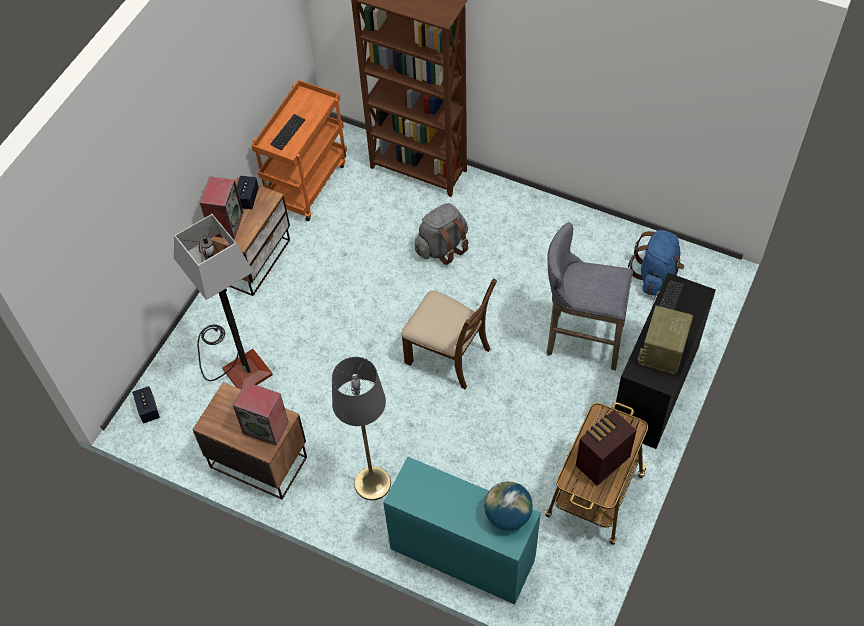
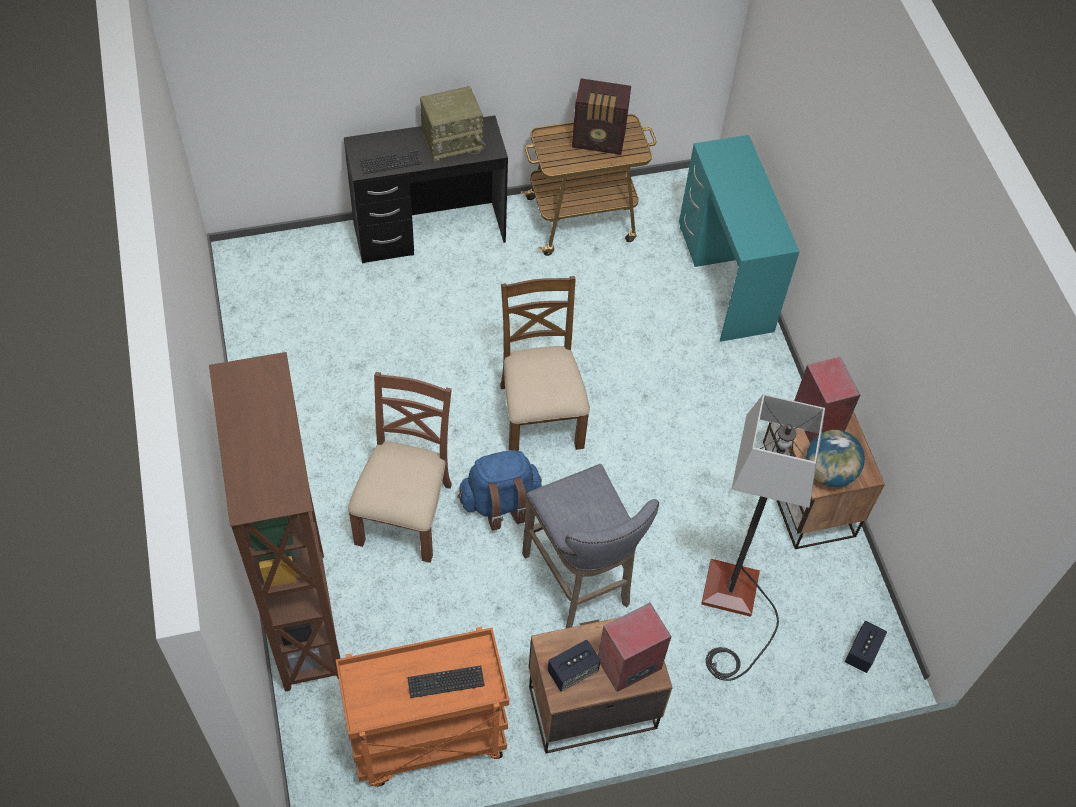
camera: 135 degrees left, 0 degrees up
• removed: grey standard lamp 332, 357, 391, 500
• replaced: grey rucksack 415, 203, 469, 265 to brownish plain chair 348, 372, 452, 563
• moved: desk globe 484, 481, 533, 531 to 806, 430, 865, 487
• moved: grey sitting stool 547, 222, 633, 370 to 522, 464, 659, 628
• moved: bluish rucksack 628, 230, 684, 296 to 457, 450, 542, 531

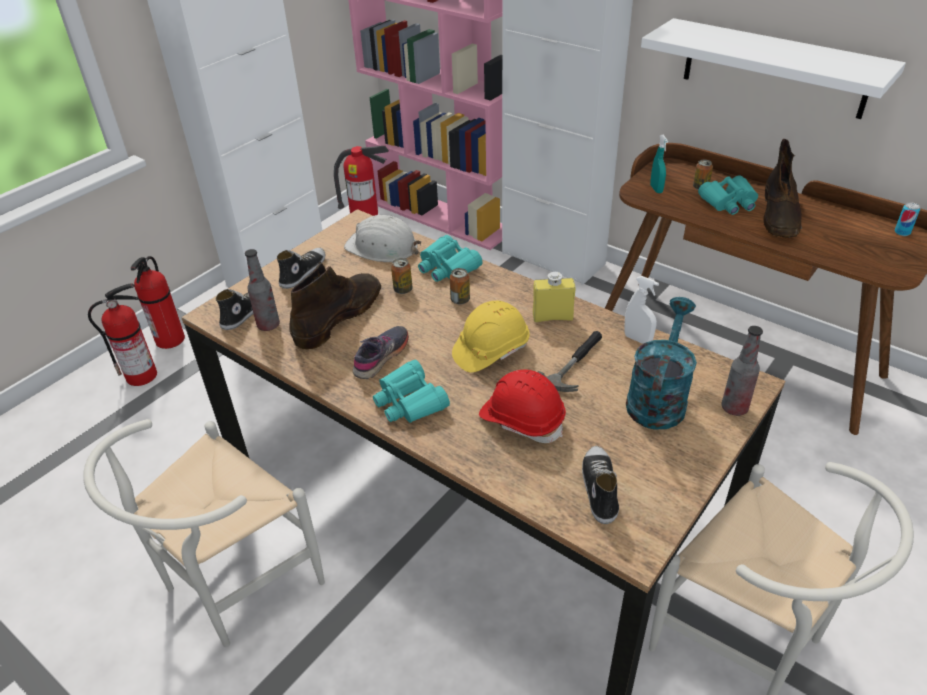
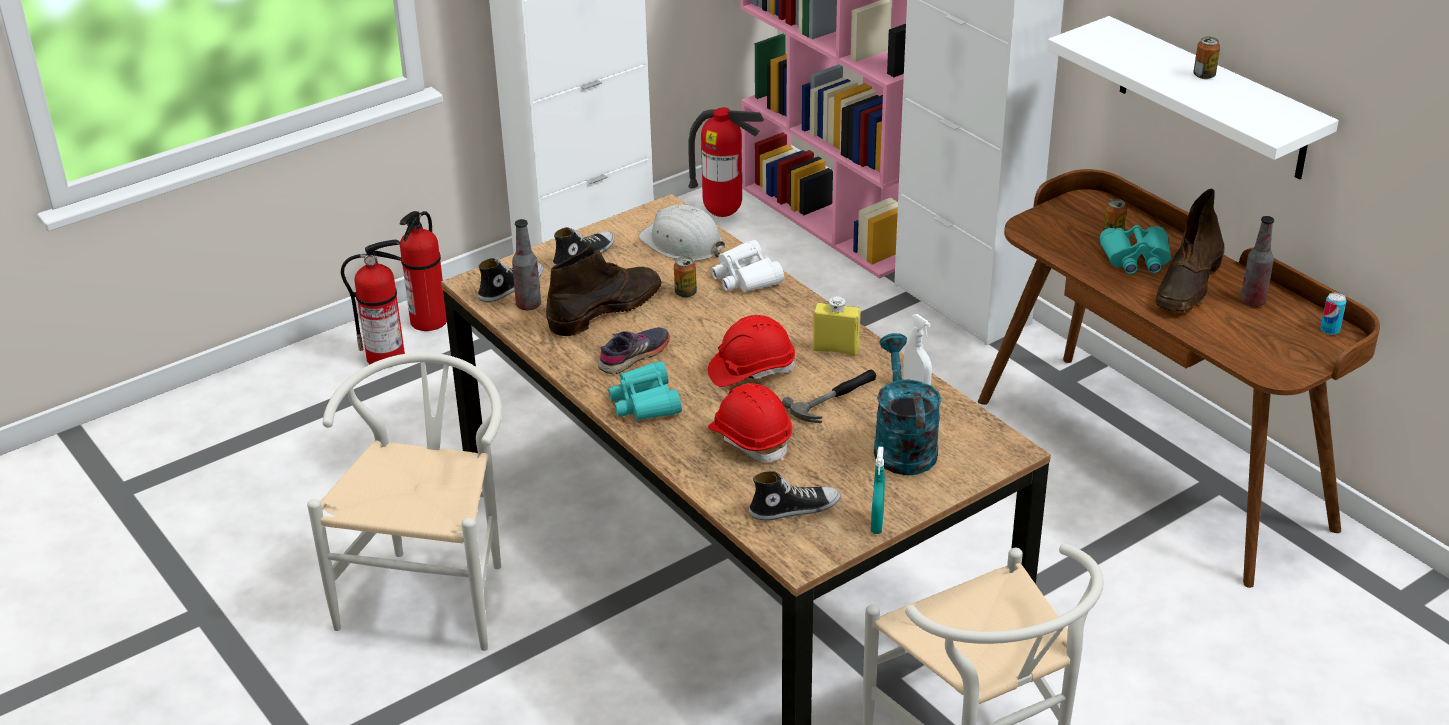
camera: 15 degrees right, 5 degrees down
• turned: white plain chair 83, 419, 325, 647 = 307, 352, 502, 651 135 degrees clockwise
• recoloured: blue-green field glasses 418, 235, 483, 282 to white field glasses 711, 240, 784, 292
• moved: can 450, 268, 470, 305 to 1193, 37, 1220, 79
• recoloured: yellow hard hat 452, 301, 530, 373 to reddish hard hat 708, 315, 795, 387
• turned: low shoe 582, 446, 619, 524 = 749, 471, 841, 521 60 degrees clockwise
• turned: blue-green watering pot 626, 297, 697, 430 = 874, 333, 941, 475 45 degrees counterclockwise
• moved: blue-green sprayer 650, 135, 668, 193 to 871, 447, 885, 534
• moved: bottle 721, 326, 763, 416 to 1240, 216, 1274, 307

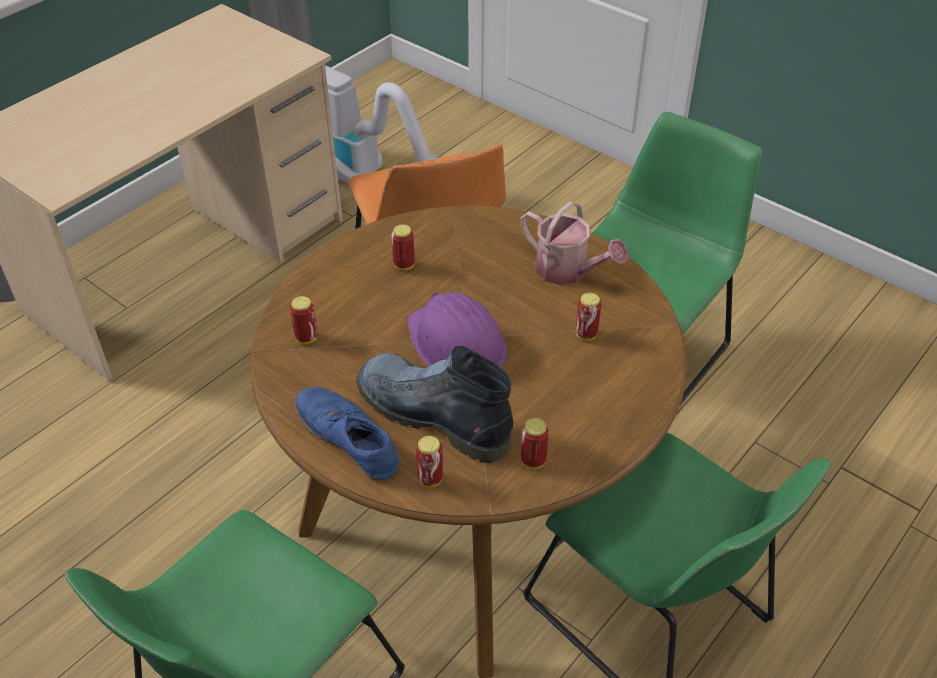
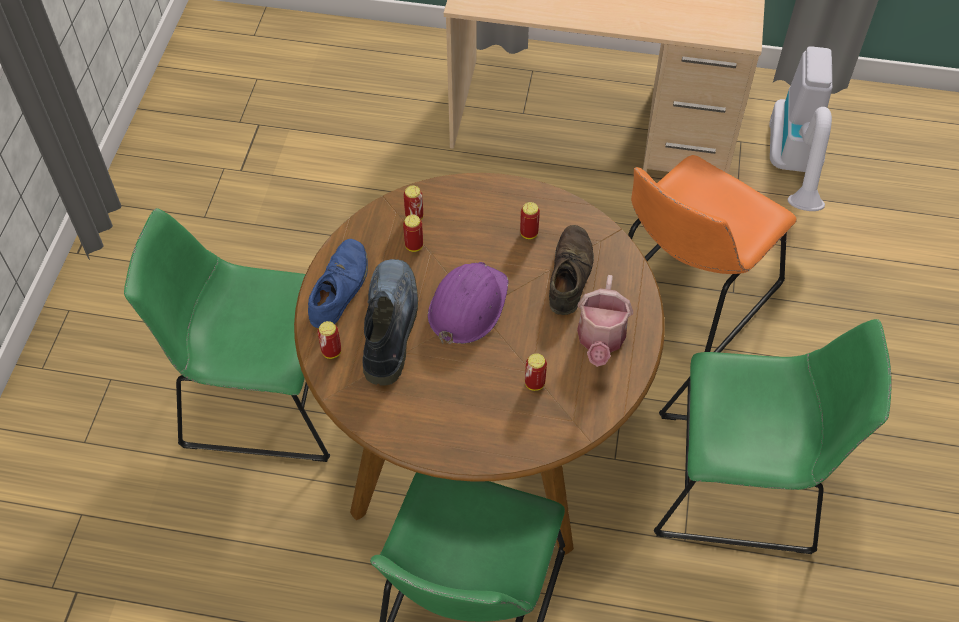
camera: 60 degrees right, 10 degrees up
• moved: can 521, 418, 549, 469 to 403, 214, 423, 252
• added: brownish low shoe 549, 225, 594, 315

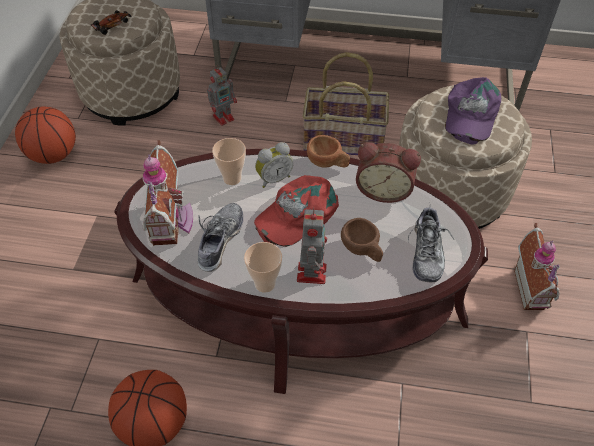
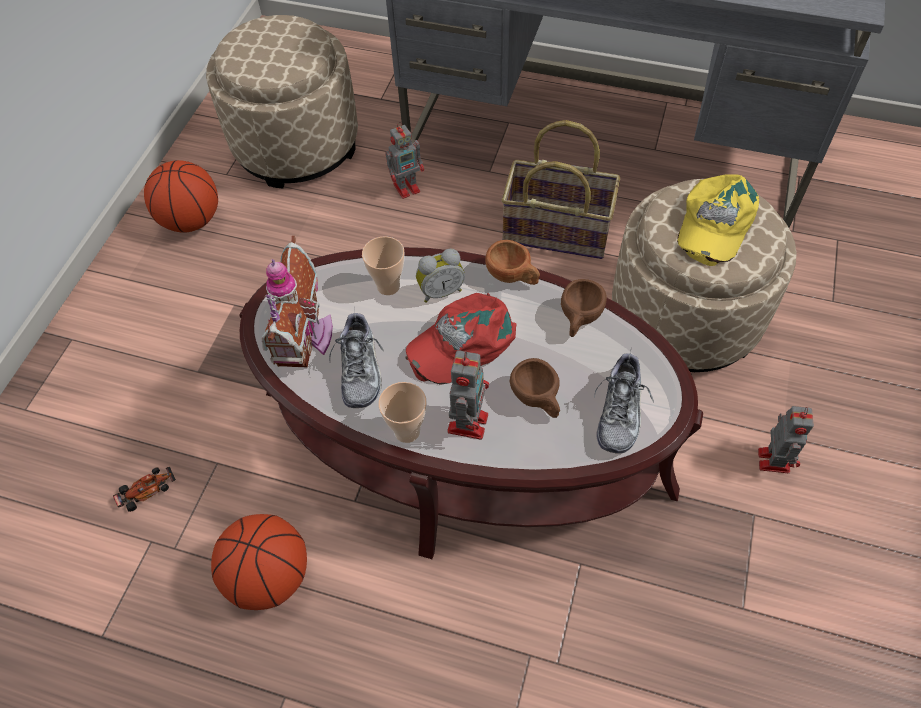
camera: 10 degrees right, 5 degrees up
• moved: toy car 91, 10, 132, 35 to 113, 467, 176, 512
• turned: low shoe 198, 203, 243, 272 = 329, 311, 384, 408 150 degrees clockwise
• replaced: table clock 356, 142, 421, 203 to brownish cup 561, 279, 607, 337
• recoloured: purple cap 445, 77, 501, 144 to yellow cap 677, 174, 759, 266
• replaced: model house 514, 223, 560, 310 to model robot 758, 406, 814, 473

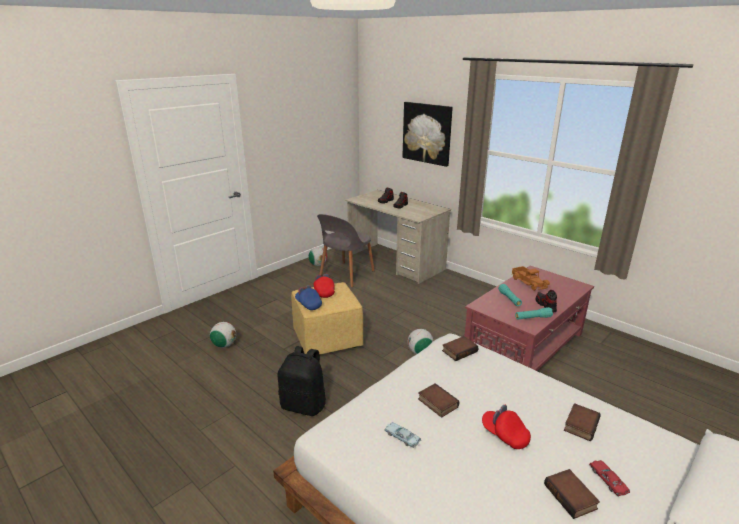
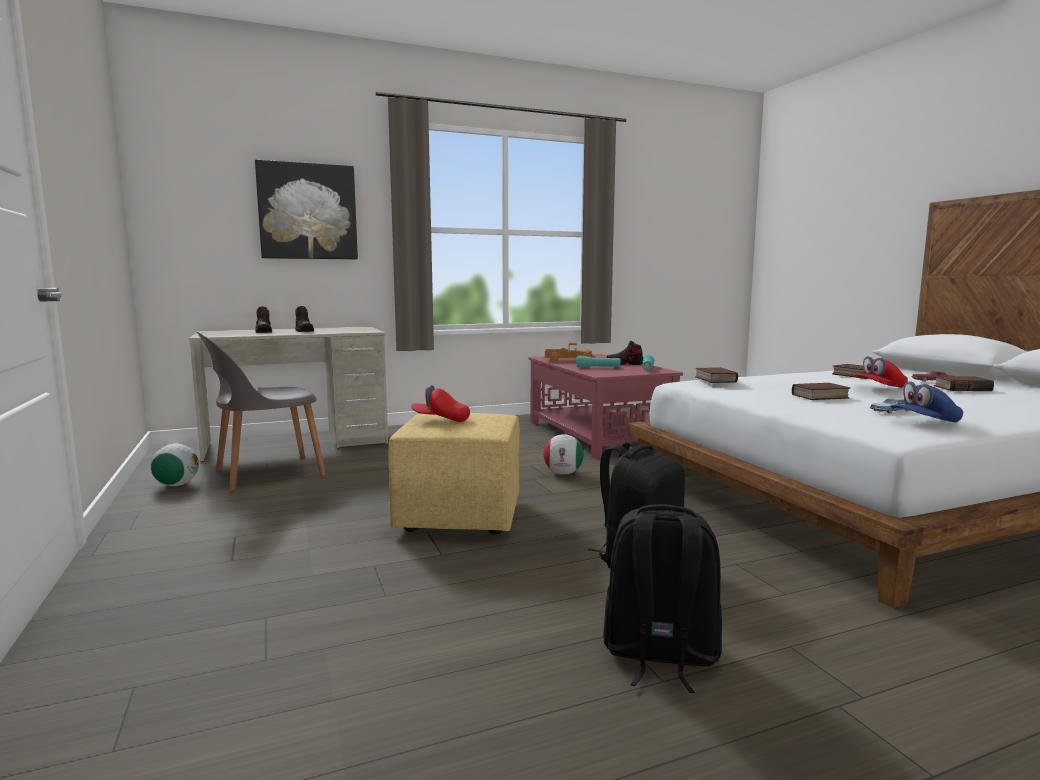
camera: 65 degrees left, 15 degrees down
• removed: football 210, 322, 236, 348
• moved: bluish cap 295, 285, 322, 310 to 890, 381, 963, 422
• turned: grey plain chair 317, 214, 375, 287 = 196, 331, 326, 492 90 degrees clockwise
• added: blackish rucksack 603, 504, 722, 693

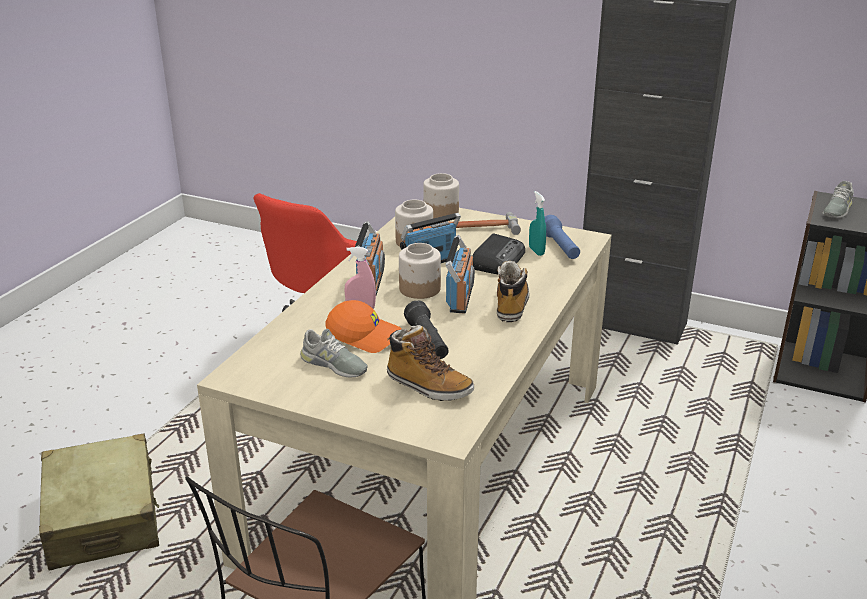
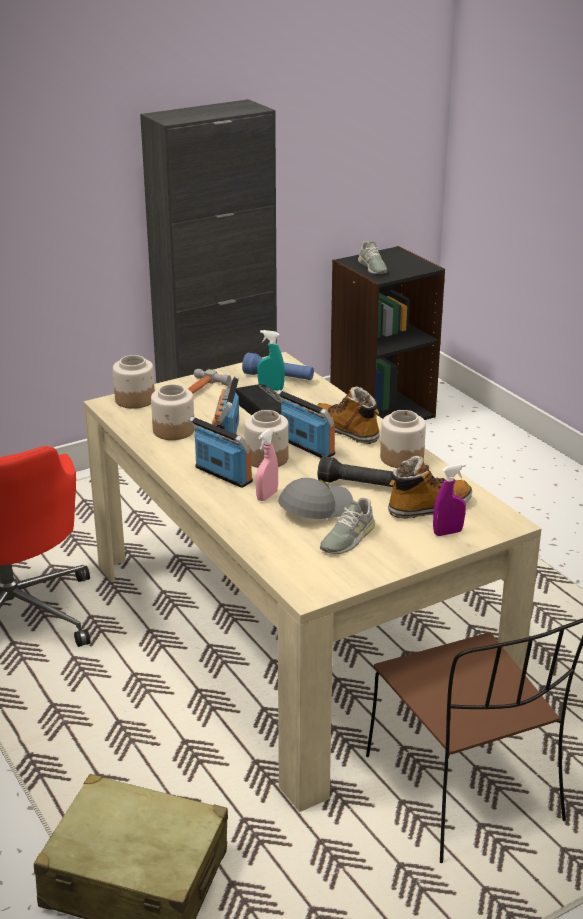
camera: 55 degrees left, 0 degrees up
• turned: grey low shoe 300, 329, 368, 377 = 320, 498, 375, 554 150 degrees clockwise
• recoloured: orange-coloured cap 325, 300, 401, 353 to grey cap 278, 478, 353, 519
• added: jar 380, 410, 426, 468
• added: purple sprayer 433, 463, 466, 536

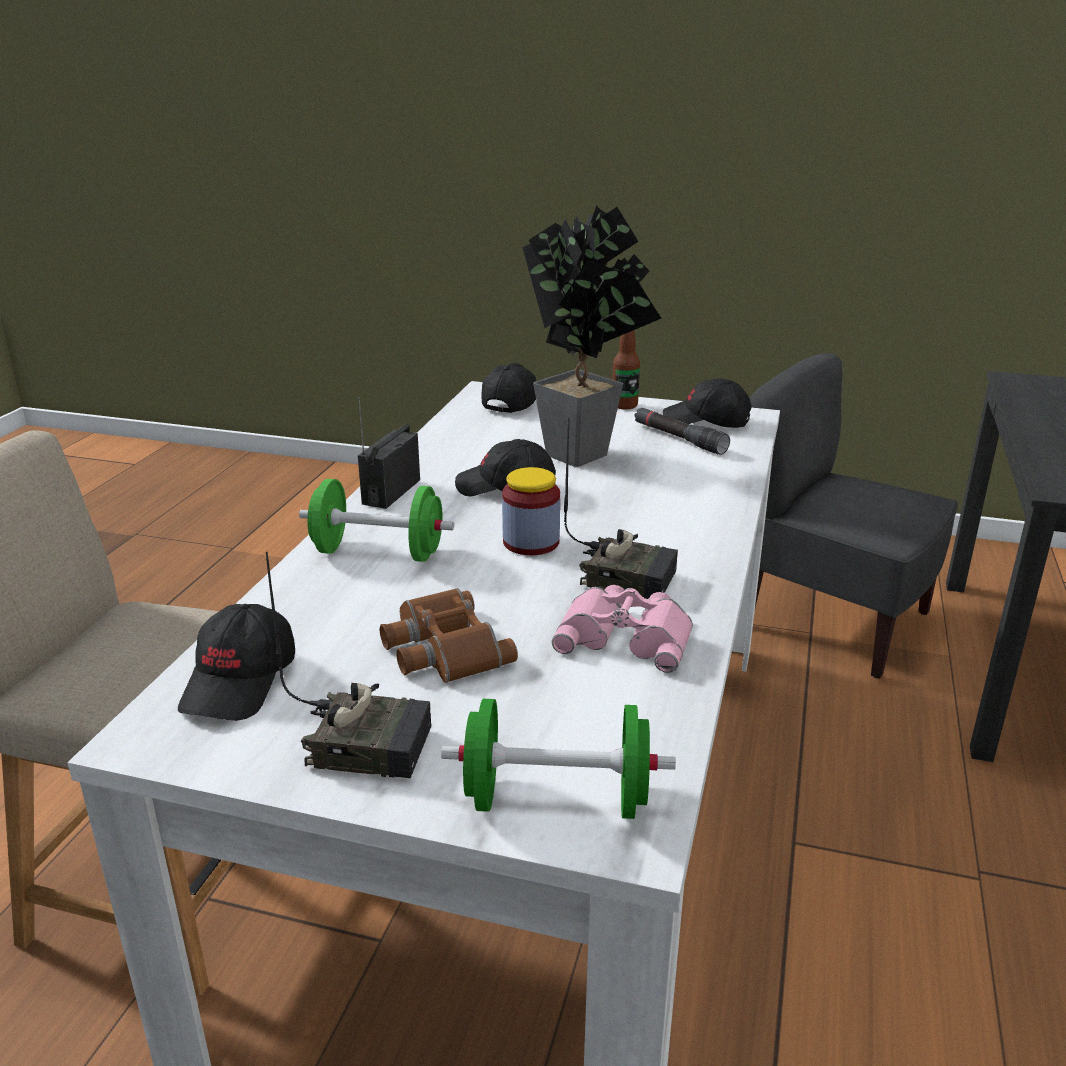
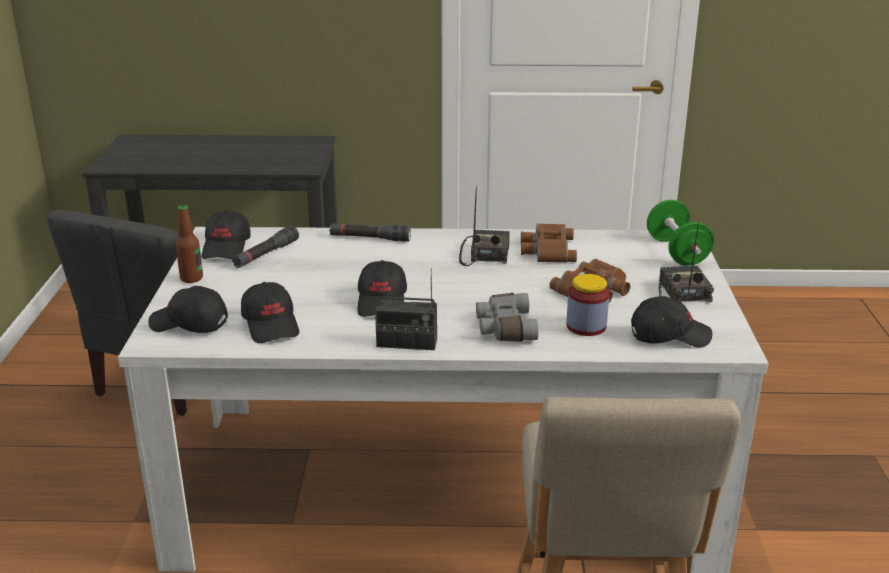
camera: 105 degrees left, 0 degrees up
• replaced: green-coloured dumbbell 299, 479, 454, 562 to grey field glasses 476, 293, 538, 342
• moved: jar 502, 467, 560, 555 to 566, 274, 609, 336
• removed: plant in a pot 522, 205, 662, 467
• recoloured: pink-coloured field glasses 552, 585, 693, 673 to brownish field glasses 521, 224, 577, 263
• added: blackish cap 241, 282, 299, 343
• added: blackish torch 329, 223, 411, 242

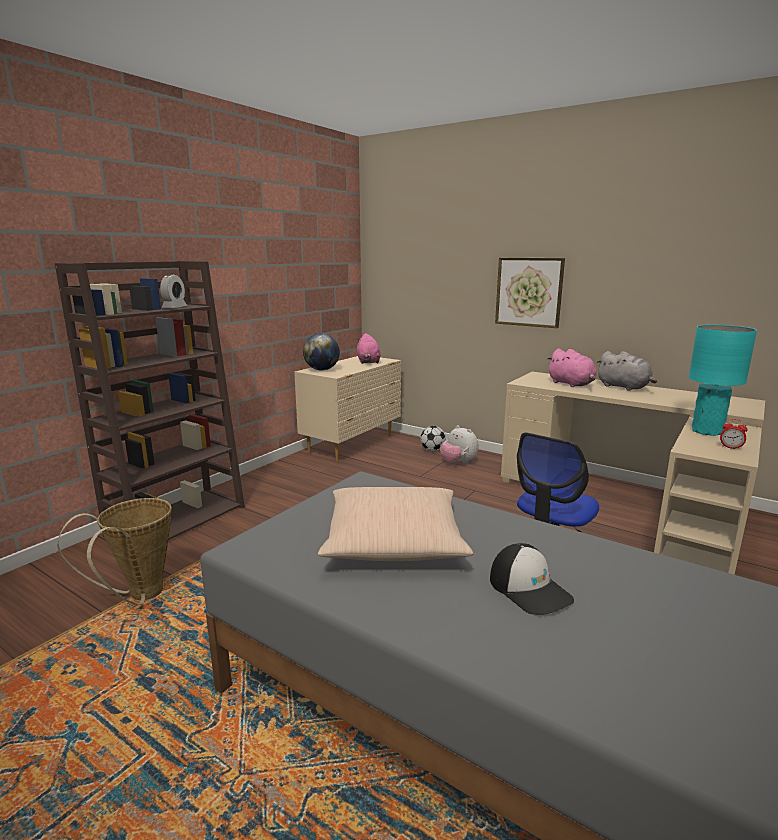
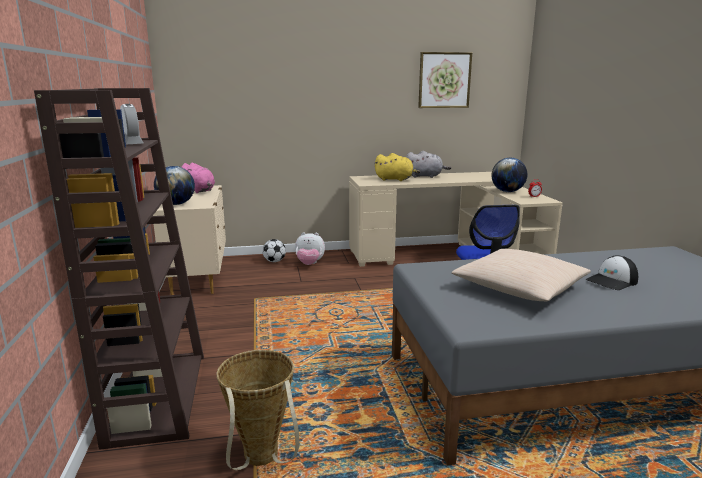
camera: 45 degrees left, 0 degrees up
• turned: cap 490, 543, 574, 615 = 586, 255, 638, 290 135 degrees clockwise
• moved: picture 495, 258, 565, 328 to 418, 52, 472, 108
• recoloured: pink-coloured cuddly toy 547, 349, 596, 387 to yellow cuddly toy 374, 153, 420, 181
• replaced: blue-green lamp for a table 689, 325, 757, 436 to desk globe 492, 158, 527, 192

